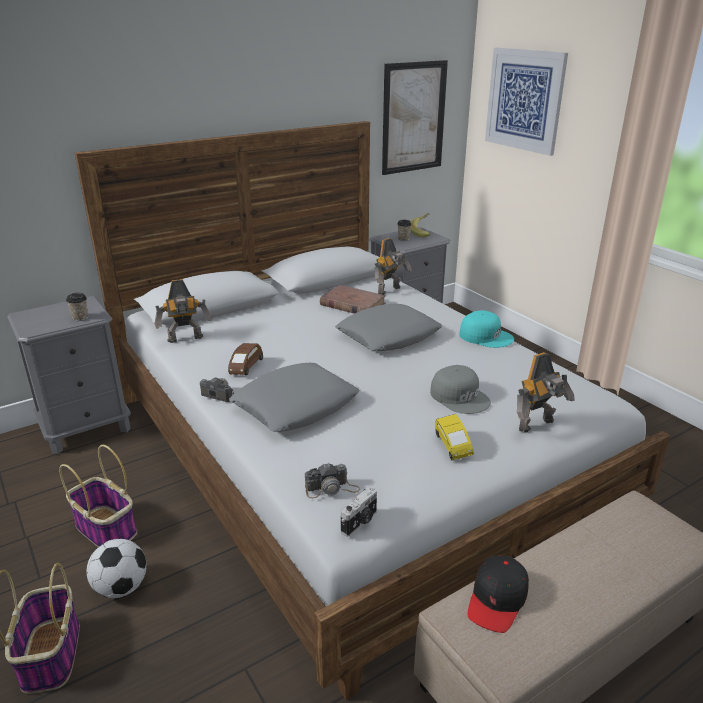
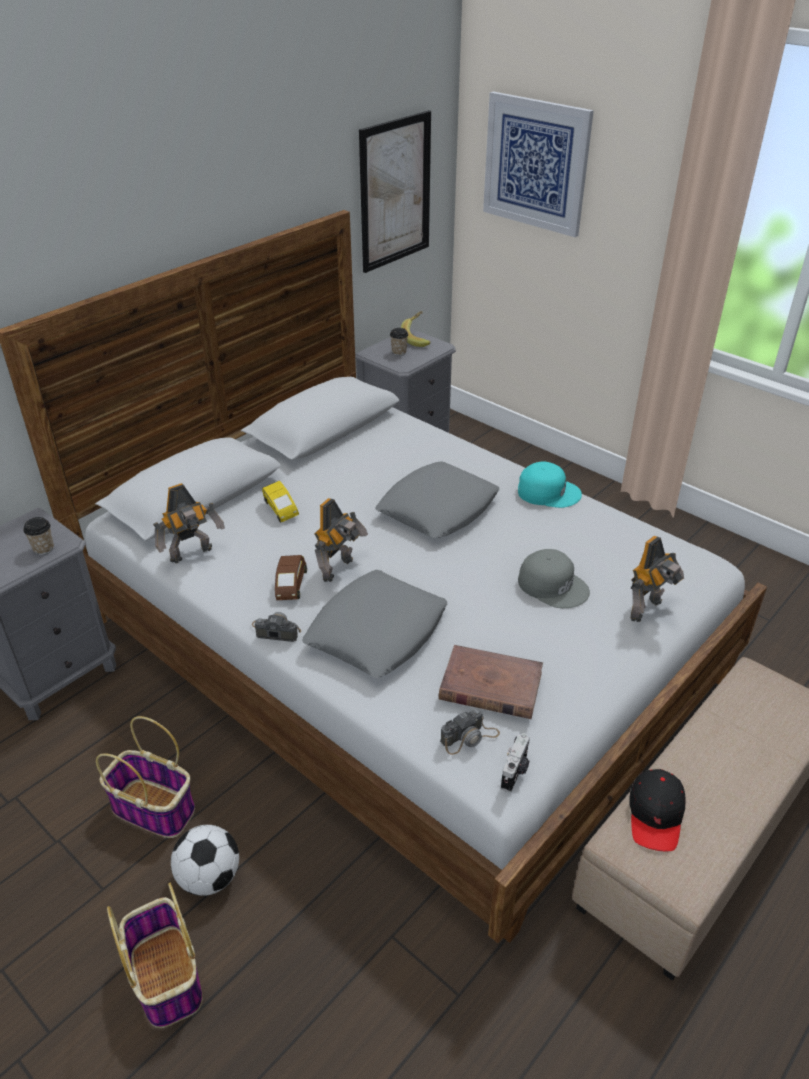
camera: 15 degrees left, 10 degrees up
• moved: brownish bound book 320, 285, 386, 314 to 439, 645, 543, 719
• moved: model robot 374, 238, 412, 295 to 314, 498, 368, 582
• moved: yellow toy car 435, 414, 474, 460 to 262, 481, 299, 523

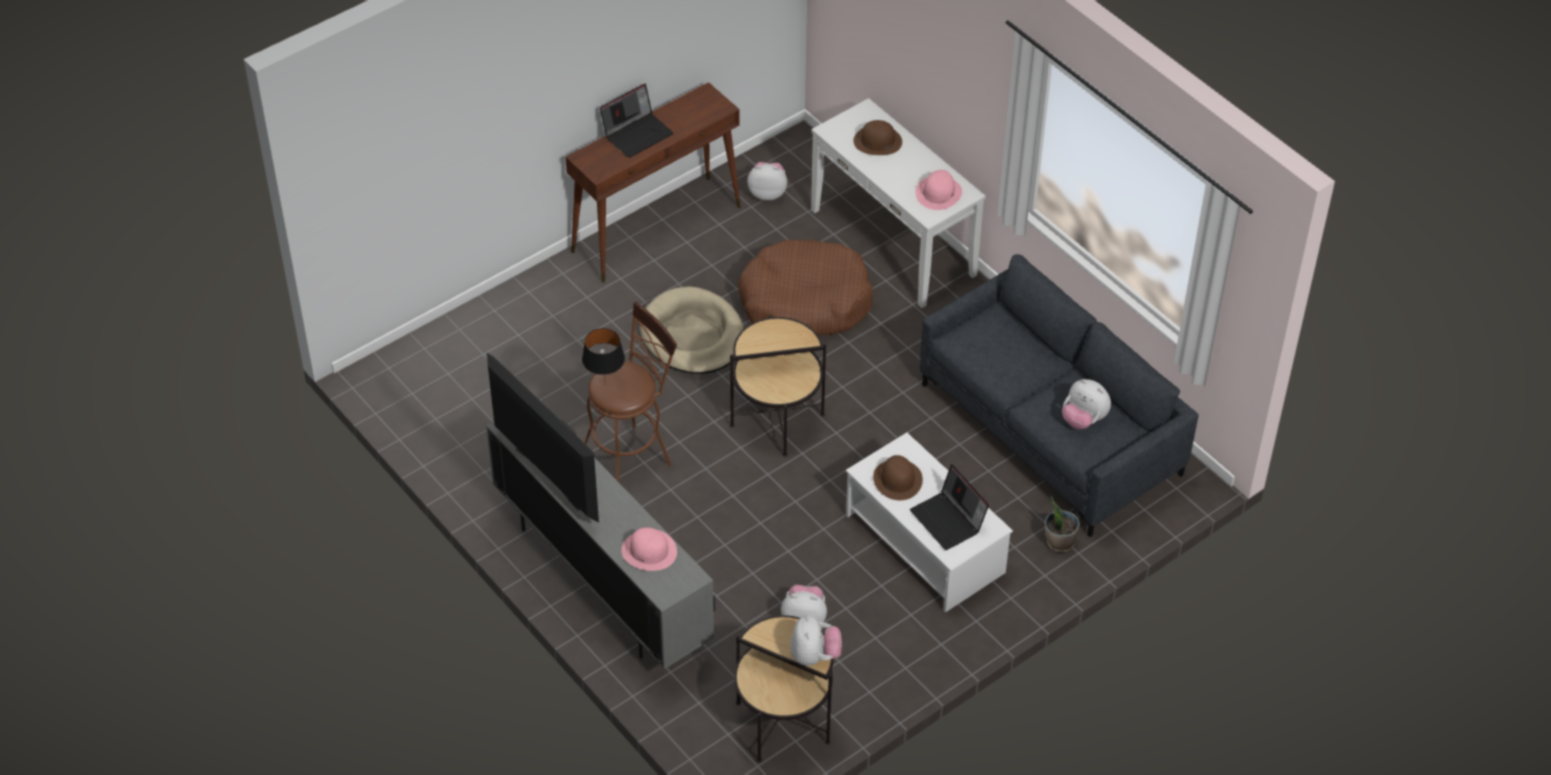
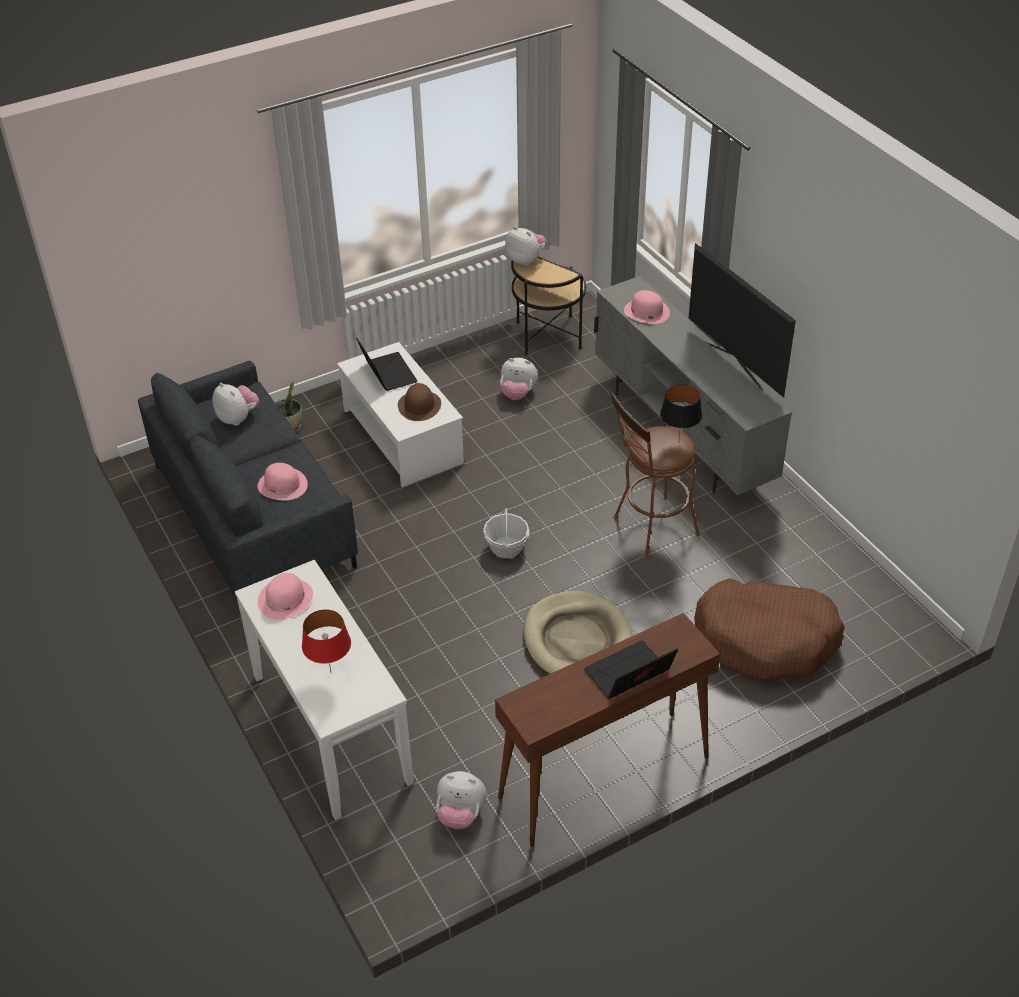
camera: 170 degrees left, 5 degrees down
• replaced: accent table 730, 315, 826, 457 to basket 483, 508, 530, 558
• moved: brownish dog bed 738, 239, 873, 336 to 694, 578, 845, 679
• turned: cuddly toy 790, 615, 842, 666 = 505, 226, 546, 266 120 degrees clockwise
• replaced: brownish wearable hat 853, 120, 902, 155 to reddish lamp for a table 302, 609, 351, 672
• added: pink-coloured wearable hat 257, 463, 308, 500

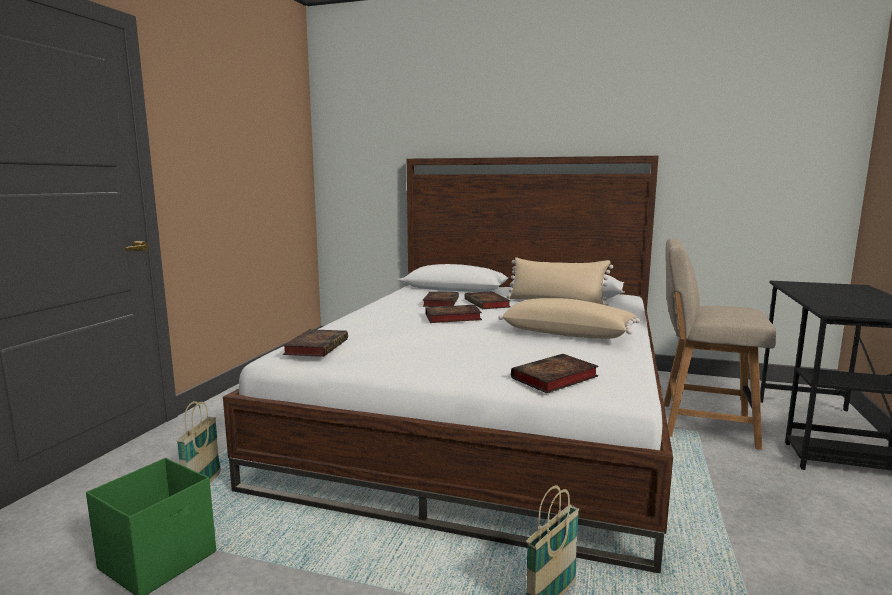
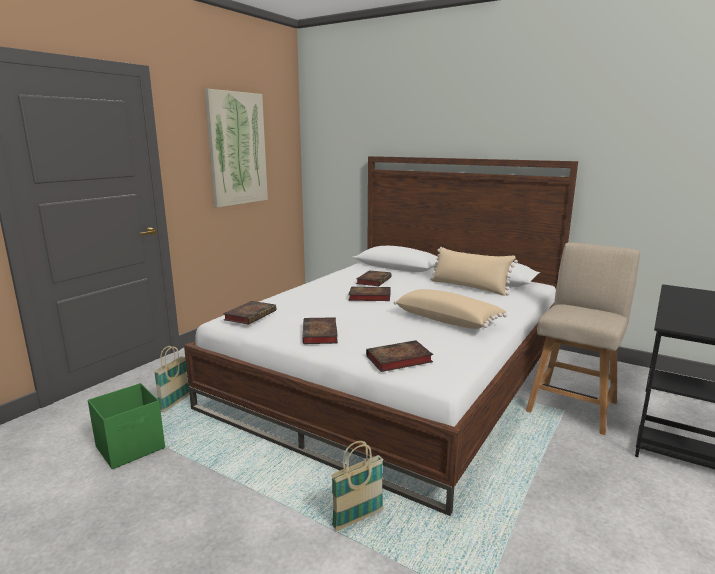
camera: 15 degrees right, 5 degrees up
• moved: bound book 465, 291, 511, 309 to 302, 317, 338, 344
• turned: sand-coloured plain chair 664, 239, 776, 450 = 526, 242, 640, 435 90 degrees clockwise
• added: picture 205, 89, 268, 208

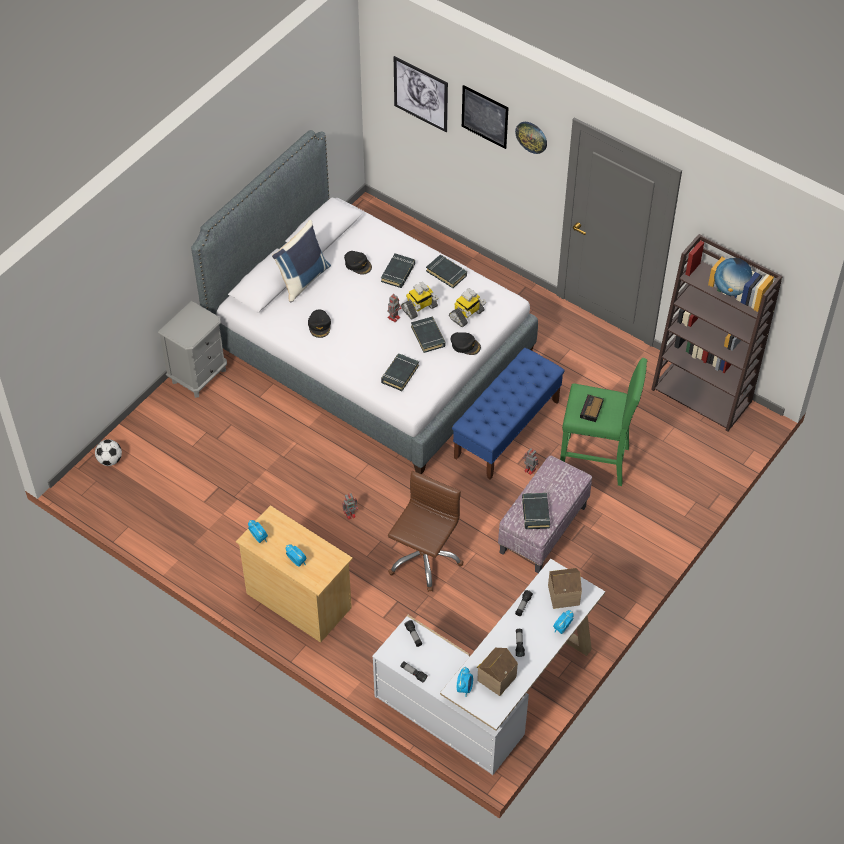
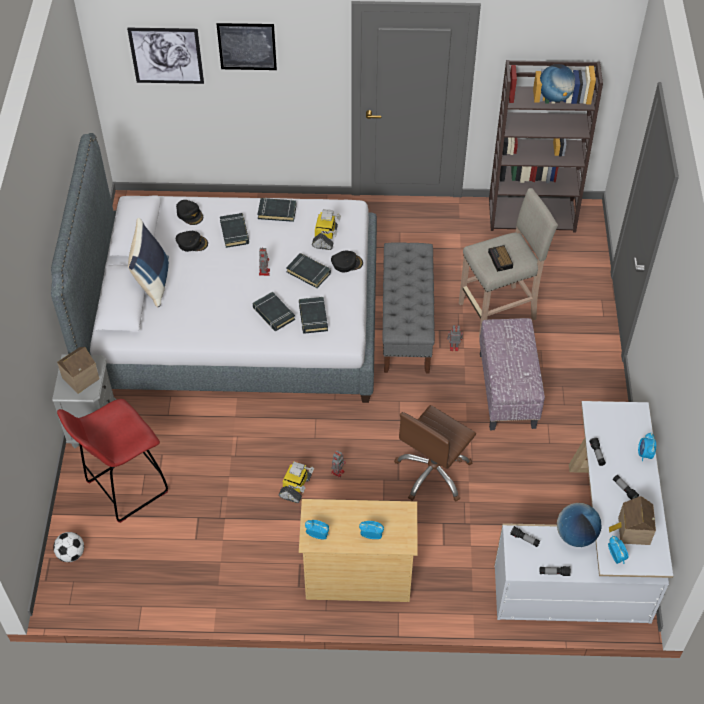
camera: 35 degrees left, 0 degrees up
• moved: blackish cap 308, 310, 331, 338 to 176, 200, 203, 225
• turned: brownish computer chair 388, 471, 463, 592 = 394, 405, 476, 501 135 degrees counterclockwise
• moved: model robot 401, 282, 438, 320 to 279, 462, 314, 503
• recoloured: bluish long seat 452, 348, 565, 480 to grey long seat 382, 242, 435, 374
• removed: wall clock 515, 122, 547, 154
• moved: blackish bound book 522, 493, 550, 529 to 253, 292, 295, 331
• moved: model house 548, 568, 582, 609 to 57, 347, 100, 393
• recoloured: green-coloured sitting stool 560, 358, 647, 486 to sand-coloured sitting stool 459, 188, 558, 338
• added: reddish sitting stool 57, 399, 168, 523
• added: desk globe 557, 503, 602, 547

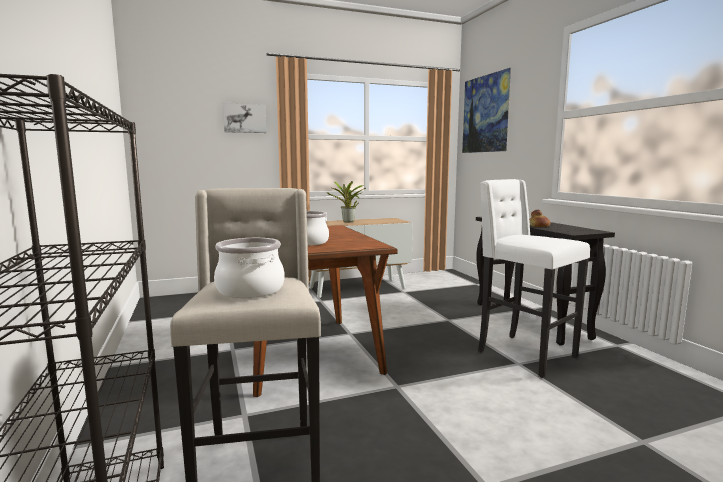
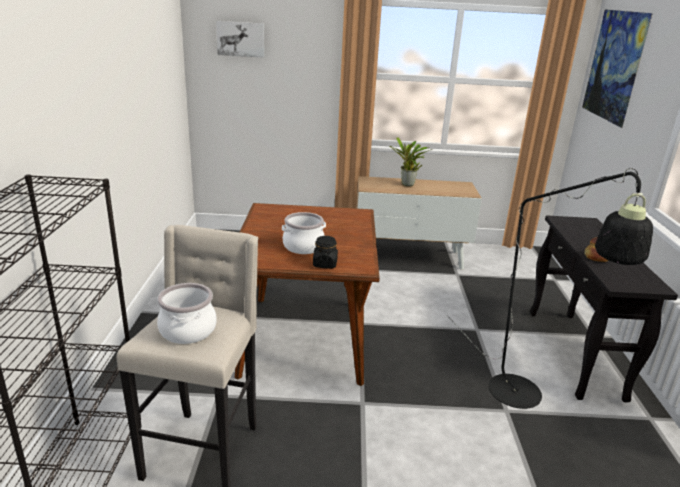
camera: 20 degrees right, 15 degrees up
• moved: picture 223, 103, 267, 133 to 216, 21, 264, 58
• replaced: white sitting stool 478, 179, 590, 378 to blackish standard lamp 447, 168, 653, 409
• added: blackish jar 313, 236, 338, 268

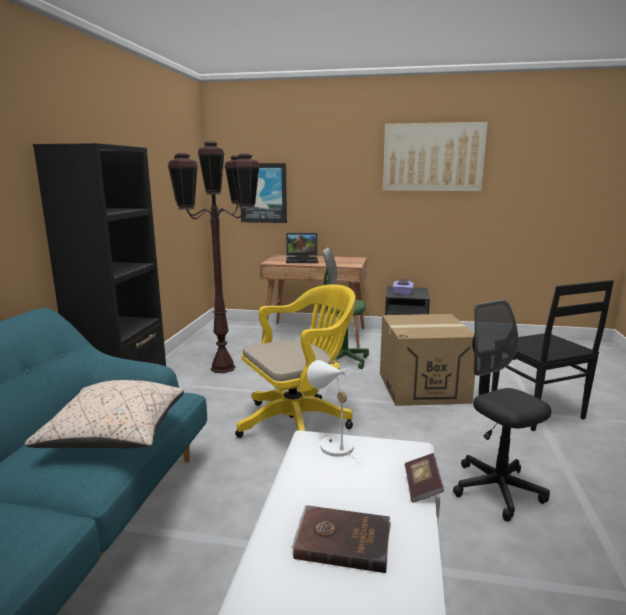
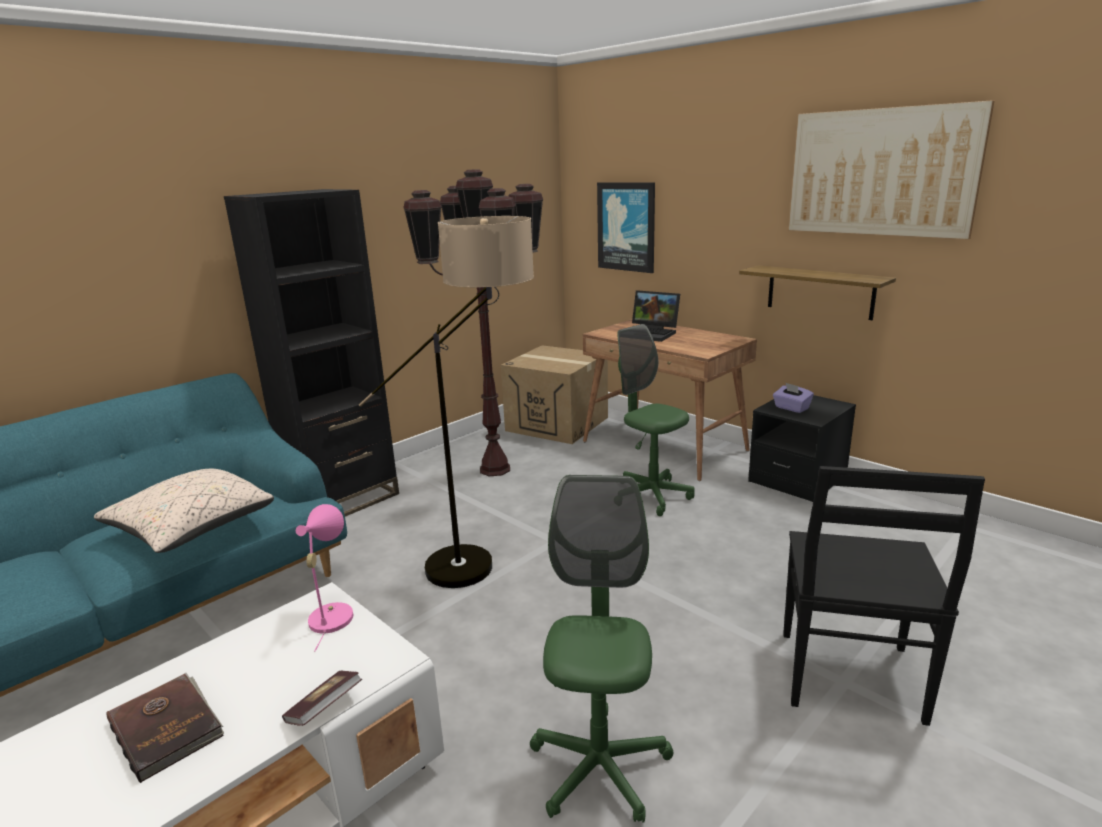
camera: 35 degrees right, 5 degrees up
• replaced: yellow computer chair 235, 284, 355, 438 to standard lamp 359, 216, 534, 588
• recoloured: white lamp for a table 307, 360, 362, 465 to pink-coloured lamp for a table 296, 504, 353, 651
• moved: carton 380, 314, 475, 406 to 501, 345, 608, 444
• recoloured: blackish computer chair 453, 300, 552, 521 to green-coloured computer chair 530, 475, 674, 823
• added: shelf 739, 265, 896, 320

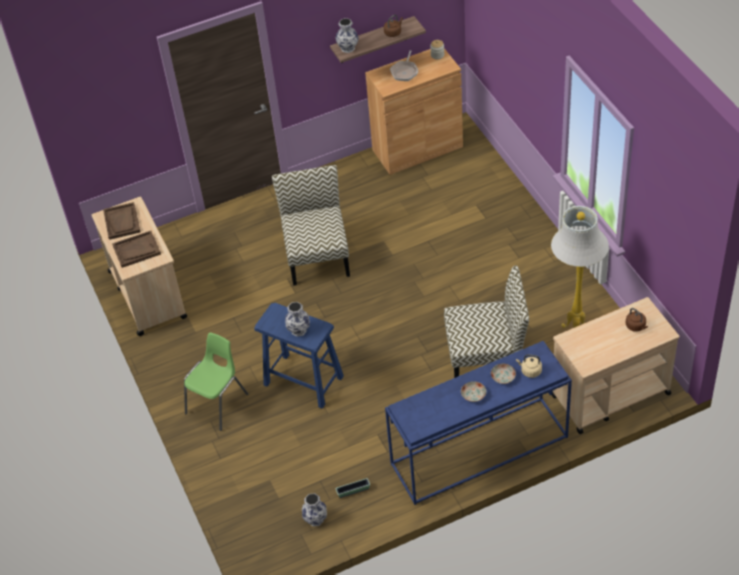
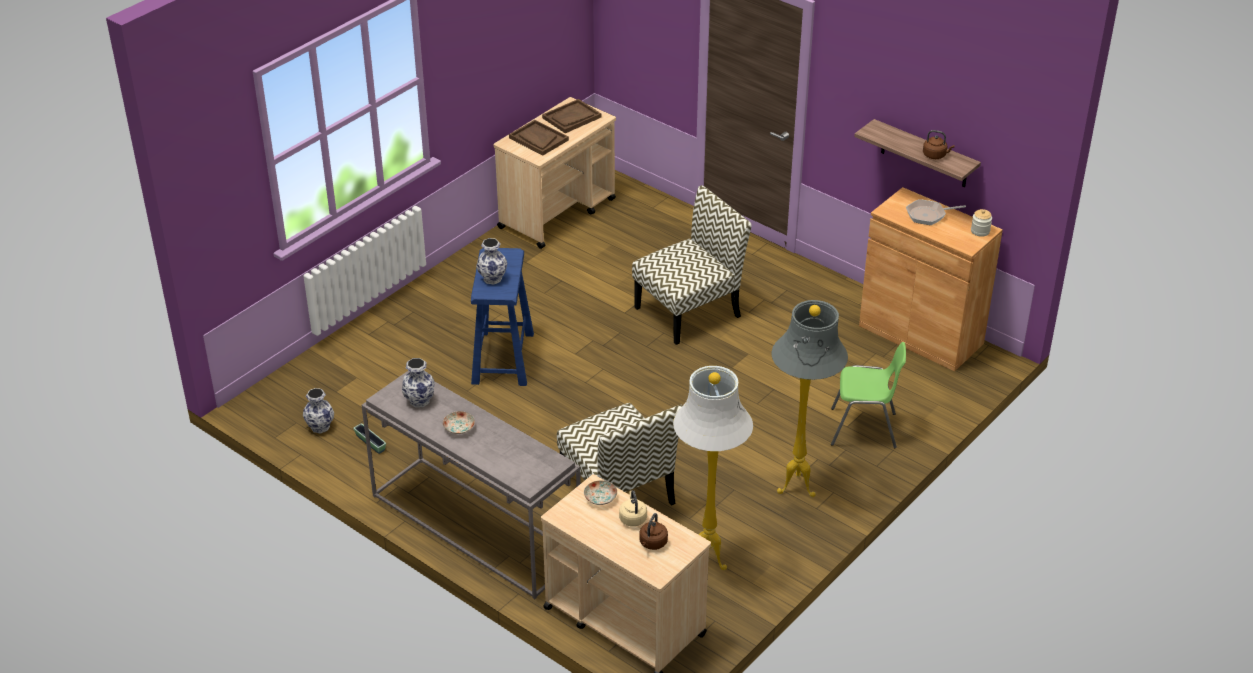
camera: 60 degrees right, 10 degrees down
• moved: green-coloured plain chair 184, 332, 248, 431 to 831, 342, 906, 448
• moved: vase 335, 18, 359, 53 to 402, 358, 435, 407
• recoloured: bluish narrow table 385, 341, 572, 505 to grey narrow table 362, 370, 581, 599
• moved: dinner plate 491, 364, 516, 384 to 584, 480, 617, 505
• moved: sand-coloured water kettle 516, 354, 542, 378 to 619, 490, 647, 527
• added: grey standard lamp 772, 300, 848, 497

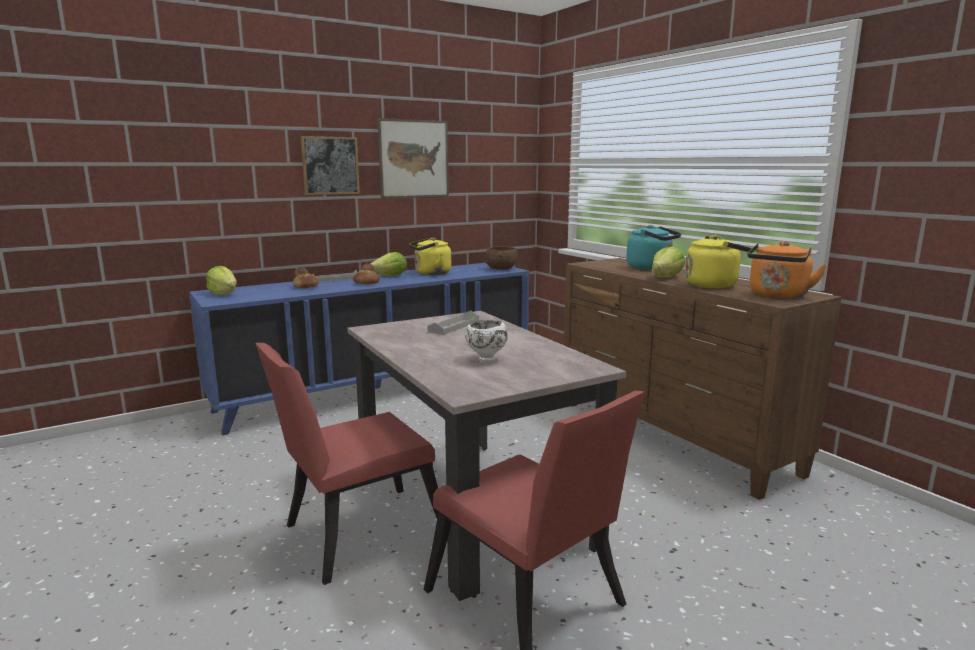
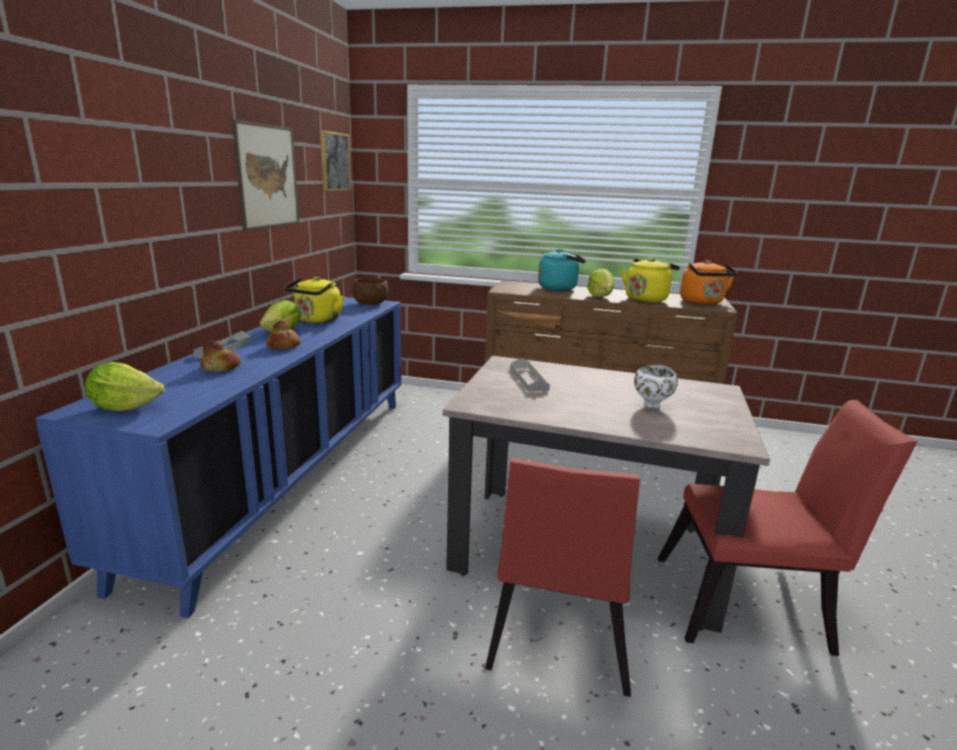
camera: 45 degrees left, 5 degrees up
• moved: picture 301, 136, 360, 195 to 320, 130, 351, 191

